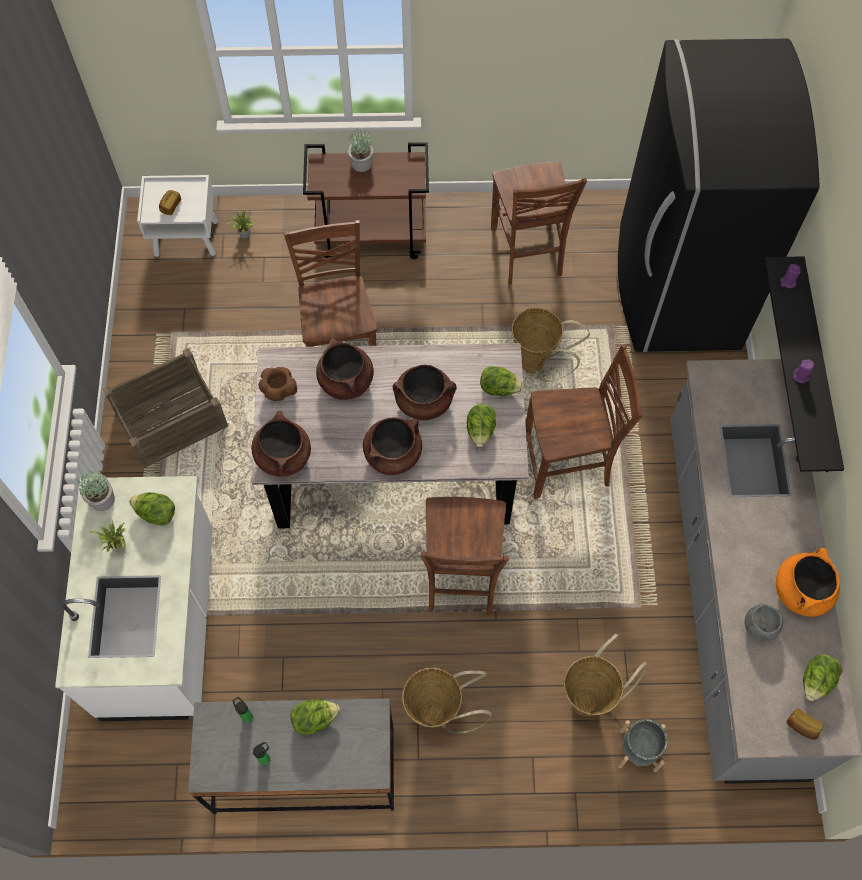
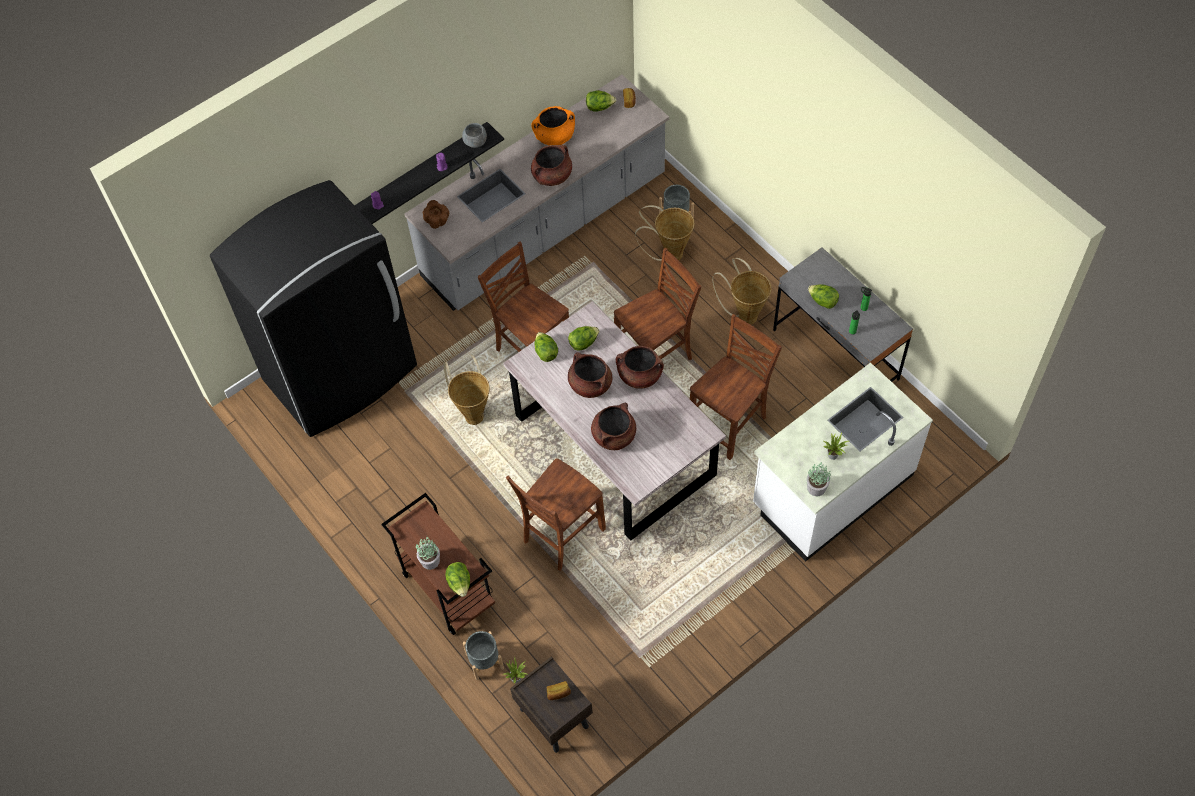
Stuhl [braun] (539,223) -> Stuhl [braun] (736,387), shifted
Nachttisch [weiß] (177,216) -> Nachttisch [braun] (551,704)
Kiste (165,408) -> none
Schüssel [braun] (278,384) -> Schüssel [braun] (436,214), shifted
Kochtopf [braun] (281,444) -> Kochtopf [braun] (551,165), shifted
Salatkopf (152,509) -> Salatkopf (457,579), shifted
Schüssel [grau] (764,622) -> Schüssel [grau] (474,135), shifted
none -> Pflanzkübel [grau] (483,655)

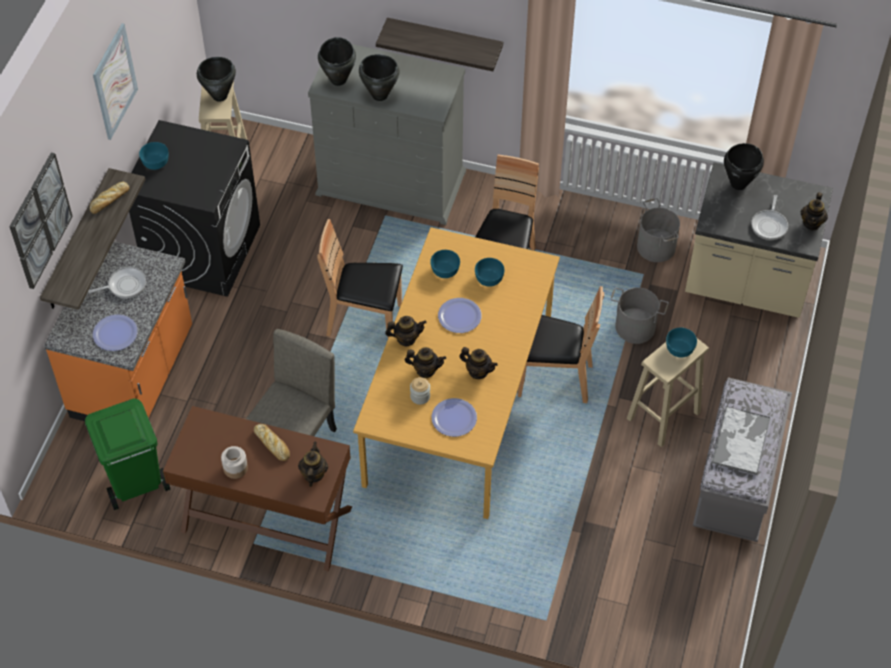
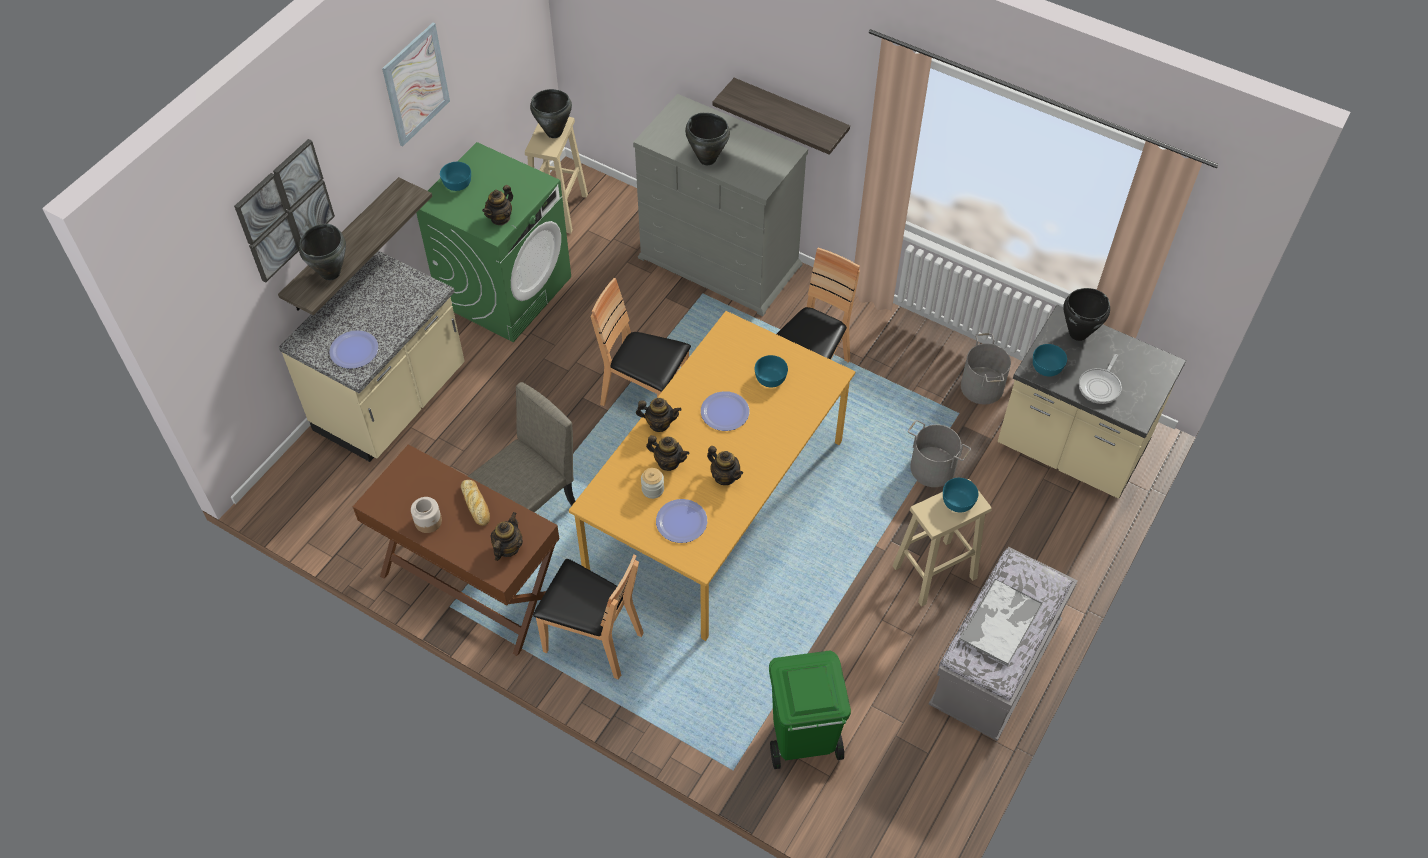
Kochtopf [schwarz] (337,61) -> Kochtopf [schwarz] (322,252), shifted
Waschmaschine [schwarz] (194,208) -> Waschmaschine [grün] (493,242)
Brot (109,198) -> none
Teekanne (814,211) -> Teekanne (497,205), shifted
Küchenzeile [orange] (118,331) -> Küchenzeile [beige] (372,356)
Schüssel [türkis] (445,264) -> Schüssel [türkis] (1050,360), shifted
Pfanne (117,282) -> none
Stuhl [braun] (561,344) -> Stuhl [braun] (588,616), shifted
Mülleimer [grün] (128,454) -> Mülleimer [grün] (810,709), shifted

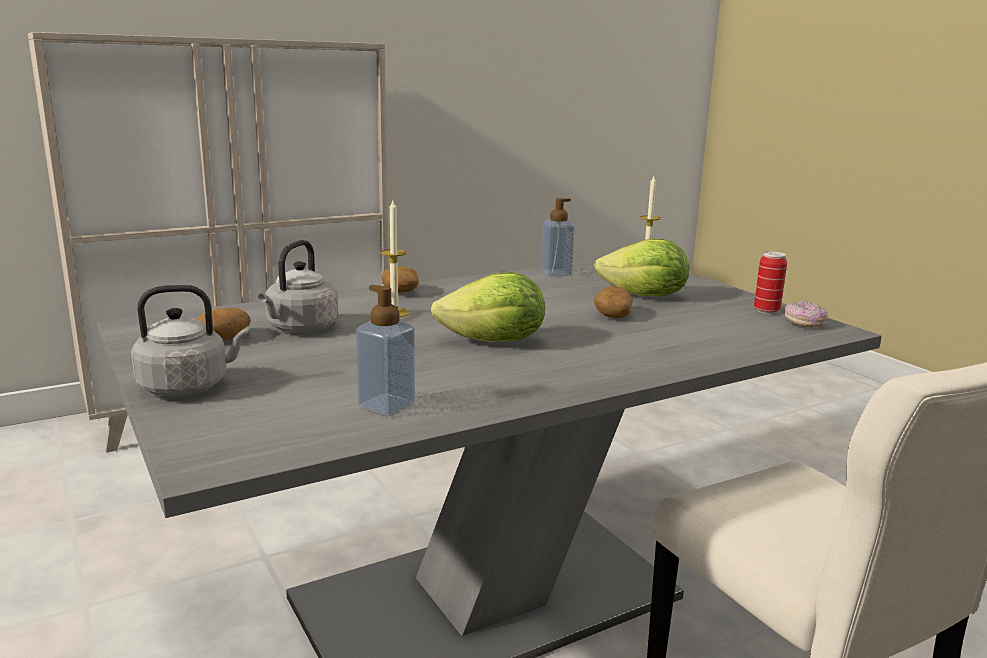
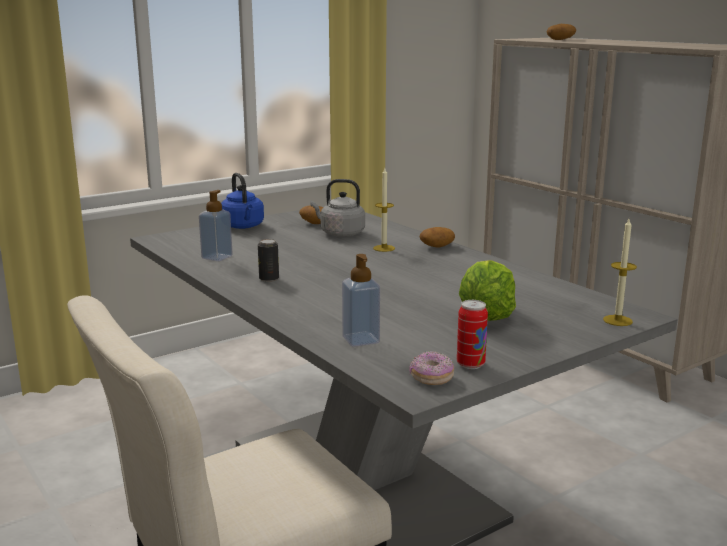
Seifenspender (558,237) -> Seifenspender (361,300), shifted
Salatkopf (488,307) -> none
Wasserkessel [grau] (190,340) -> Wasserkessel [blau] (242,201)
Kartoffel (613,302) -> Kartoffel (561,32), shifted
none -> Dose (268,260)

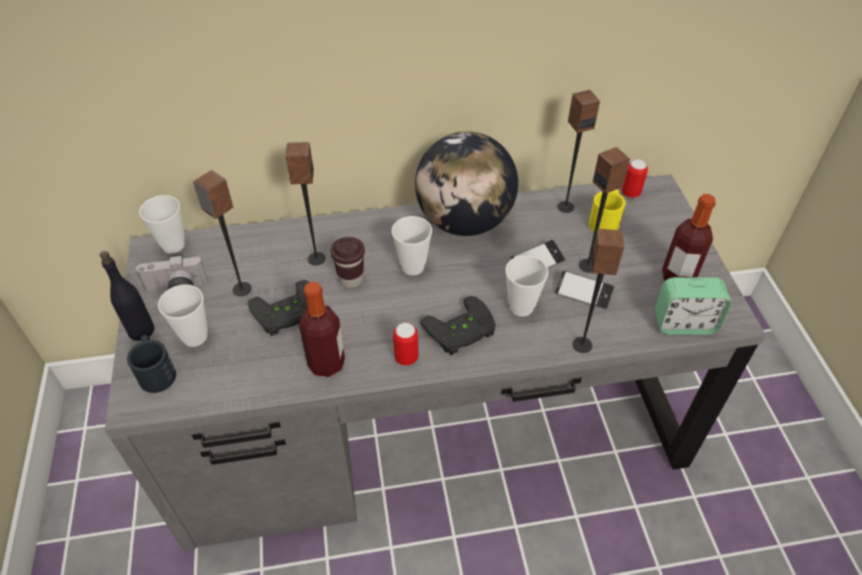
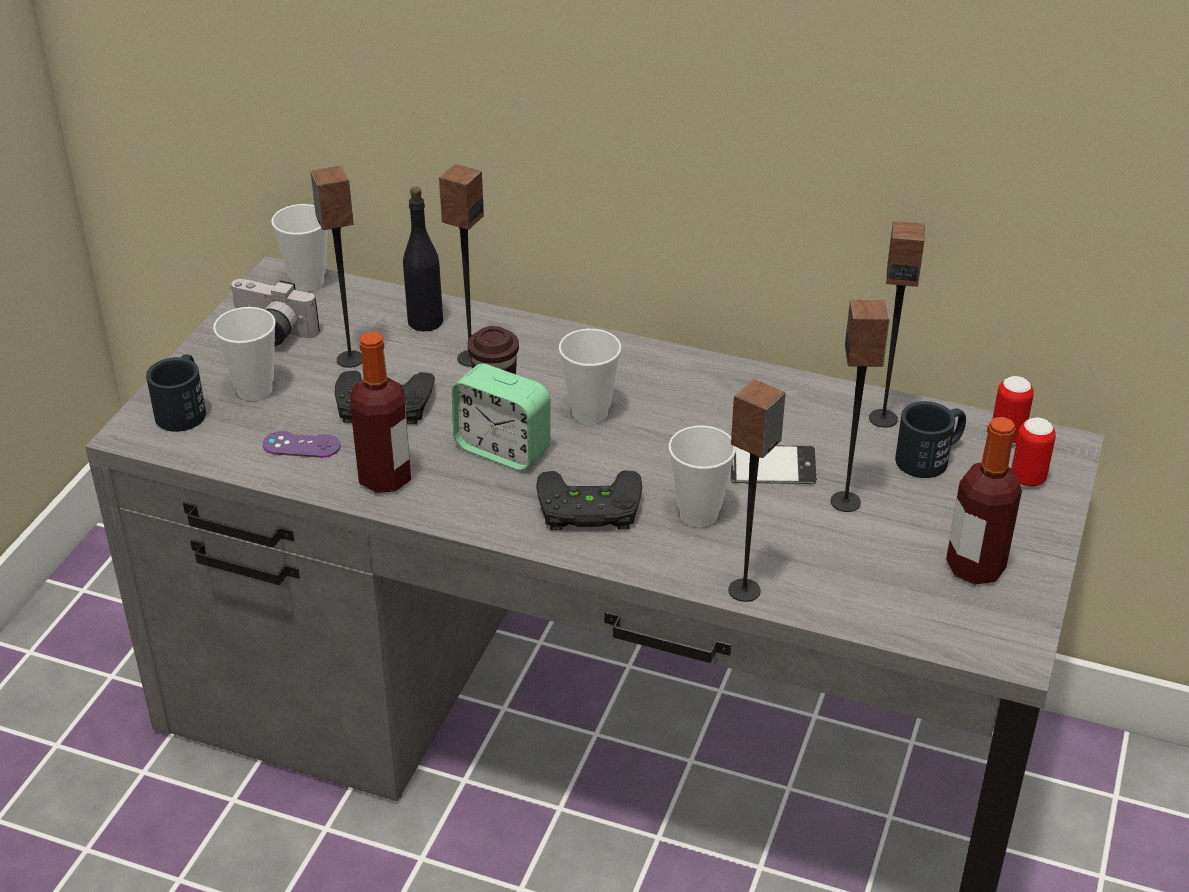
Globus (466,183) -> none
Henkelbecher [gelb] (607,210) -> Henkelbecher [schwarz] (930,439)
Flasche [schwarz] (127,296) -> Flasche [schwarz] (423,259), shifted
Handy (584,290) -> none
Wecker (693,306) -> Wecker (501,417), shifted
Dose (406,344) -> Dose (1033,452), shifted
none -> Gamepad [lila] (302,444)

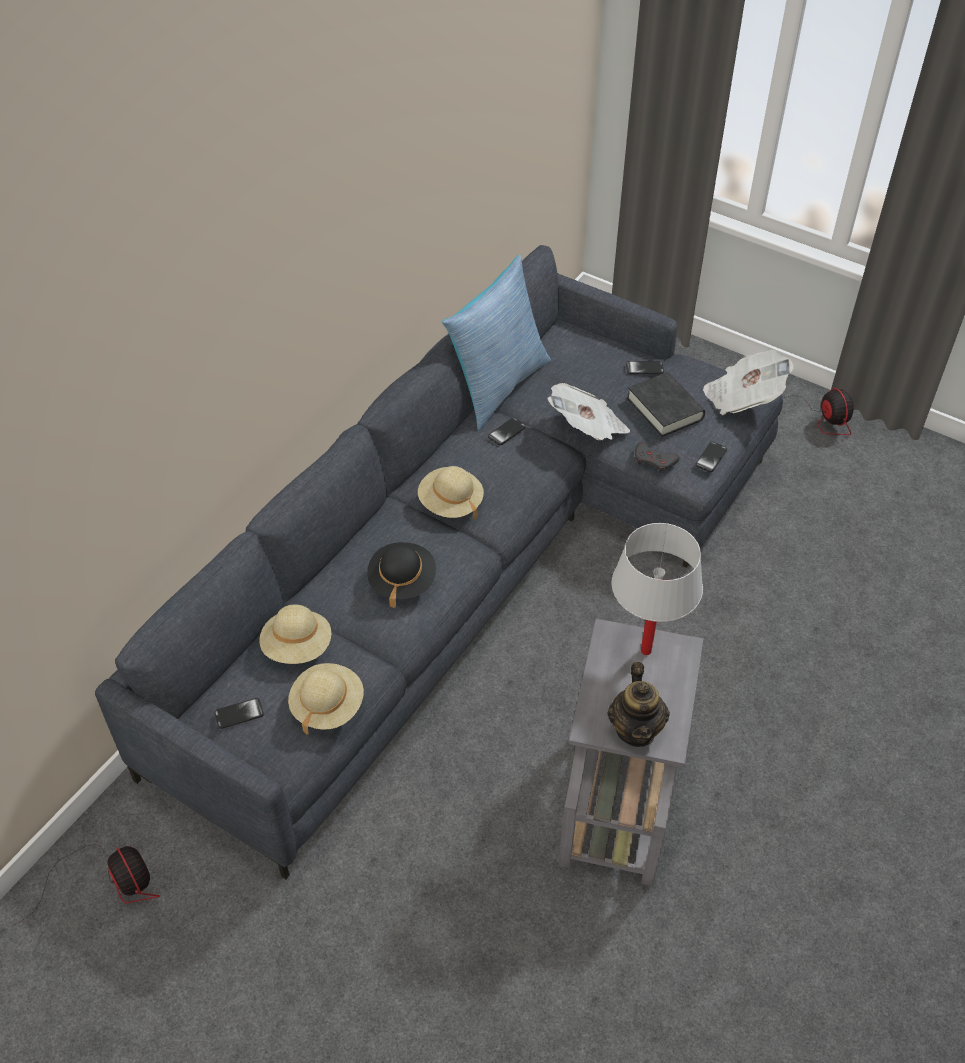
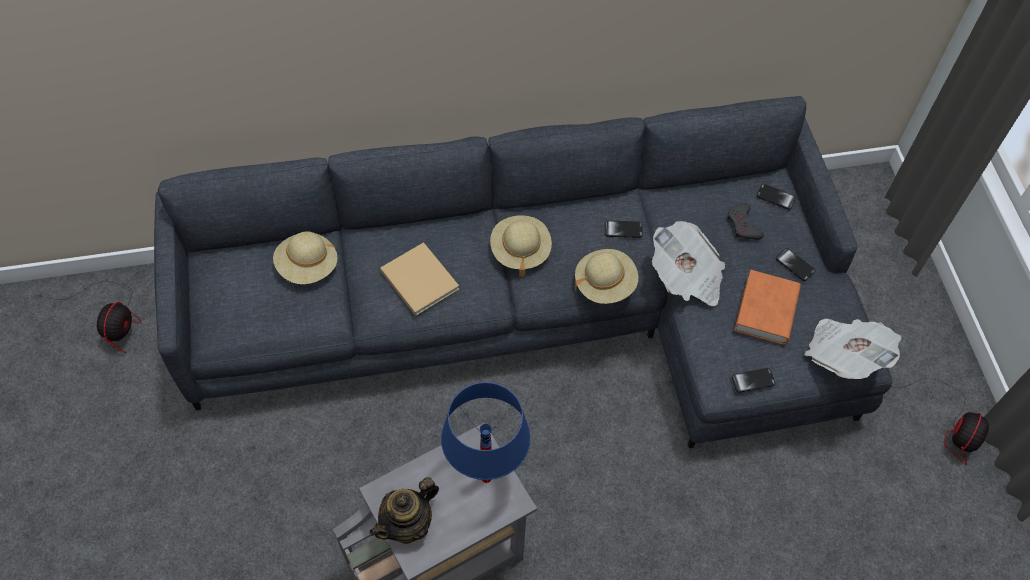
Kissen (496,343) -> none
Buch [schwarz] (666,404) -> Buch [orange] (767,307)
Gamepad [grau] (657,457) -> Gamepad [grau] (745,221), shifted
Tischlampe [weiß] (657,589) -> Tischlampe [blau] (486,432)
Hut [schwarz] (401,575) -> Buch [beige] (419,279)
Hut [beige] (326,698) -> Hut [beige] (606,276), shifted
Handy (239,713) -> Handy (776,197), shifted

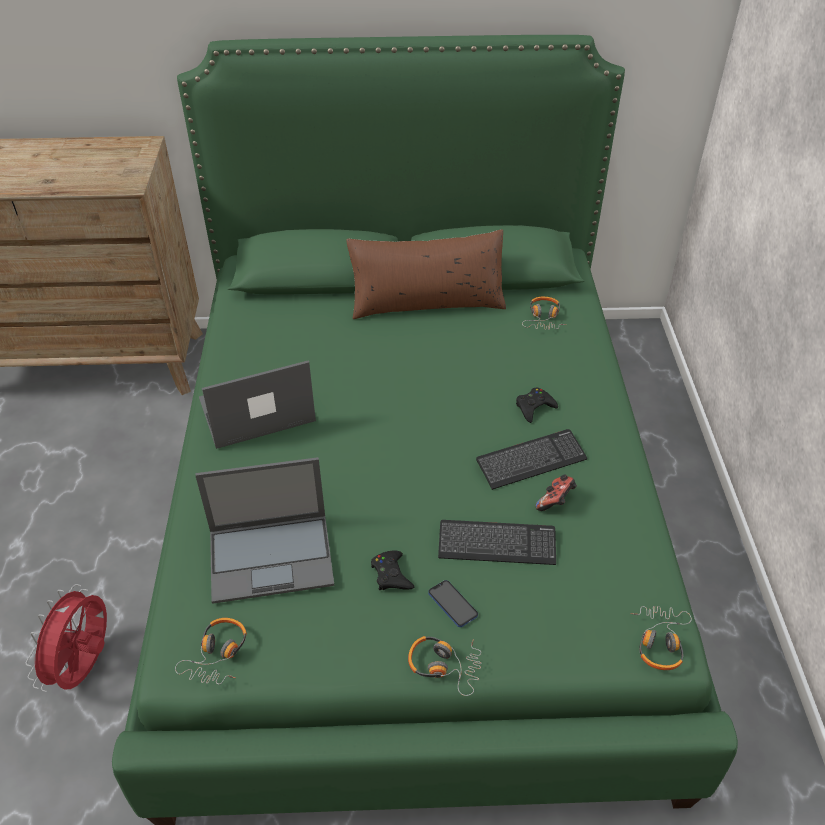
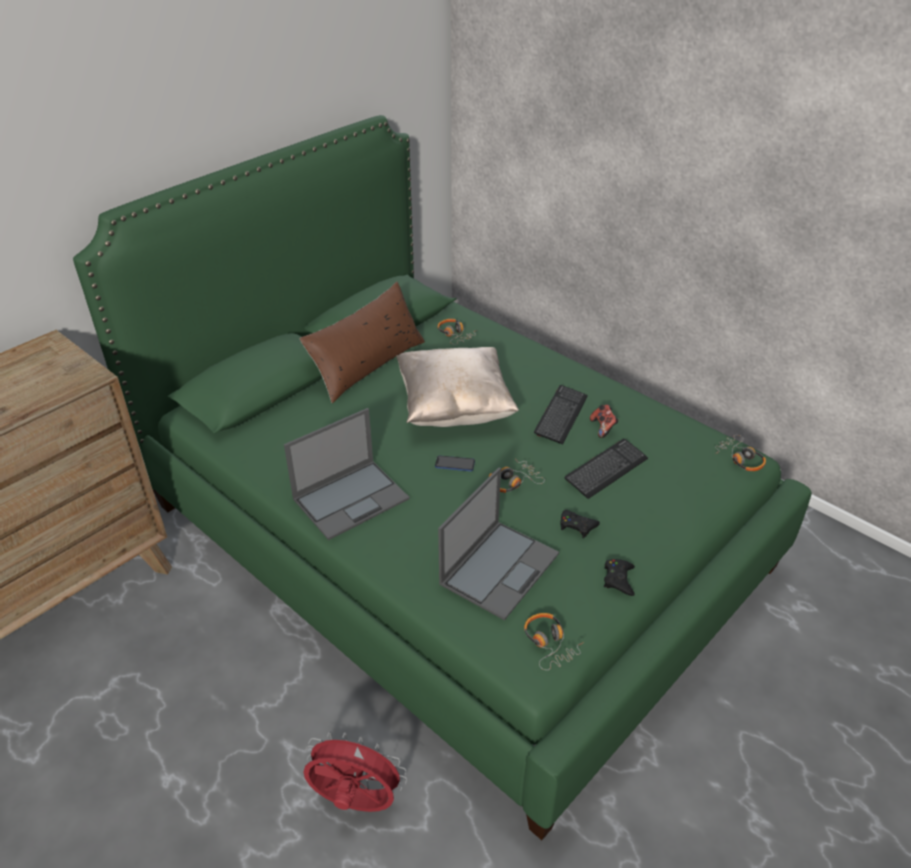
Laptop (257,404) -> Laptop (347,474), 150 degrees counterclockwise
Gamepad [schwarz] (537,405) -> Gamepad [schwarz] (619,577), shifted
Handy (453,603) -> Handy (455,463), shifted
Ventilator [rot] (66,638) -> Ventilator [rot] (355,771), 135 degrees clockwise
Kopfhörer (444,666) -> Kopfhörer (517,476), shifted
none -> Kissen [beige] (457,387)

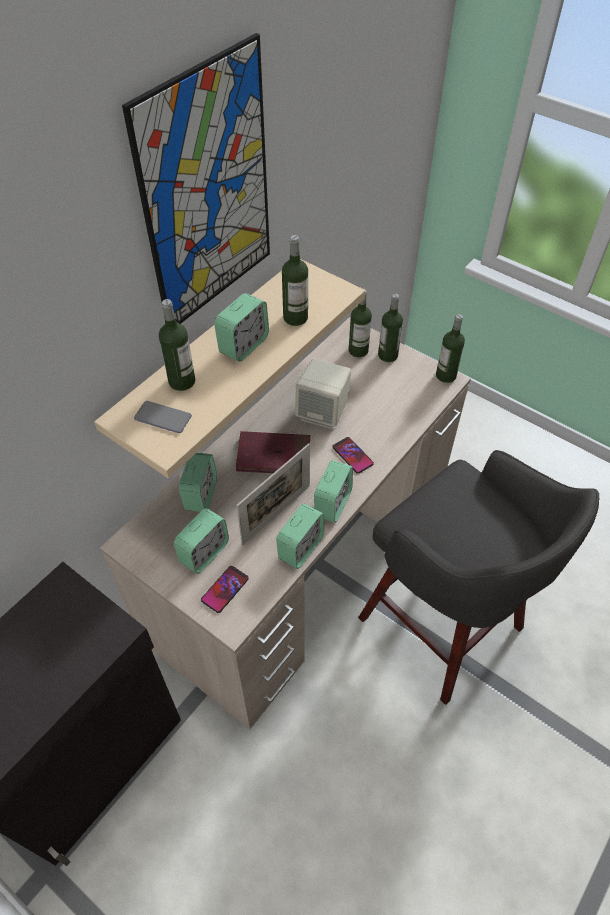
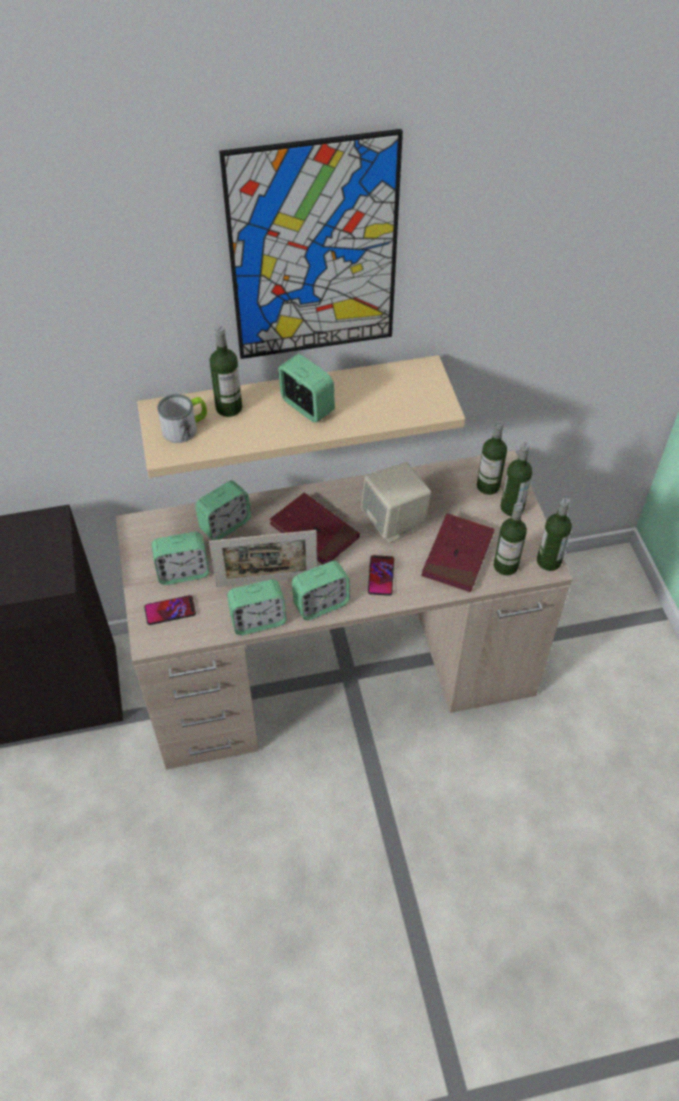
Flasche (295,280) -> Flasche (510,538), shifted
Wecker (241,327) -> Wecker (306,388), 120 degrees counterclockwise
Handy (163,417) -> Henkelbecher (182,418)
Hocker [grau] (478,577) -> none
none -> Buch [rot] (457,552)

